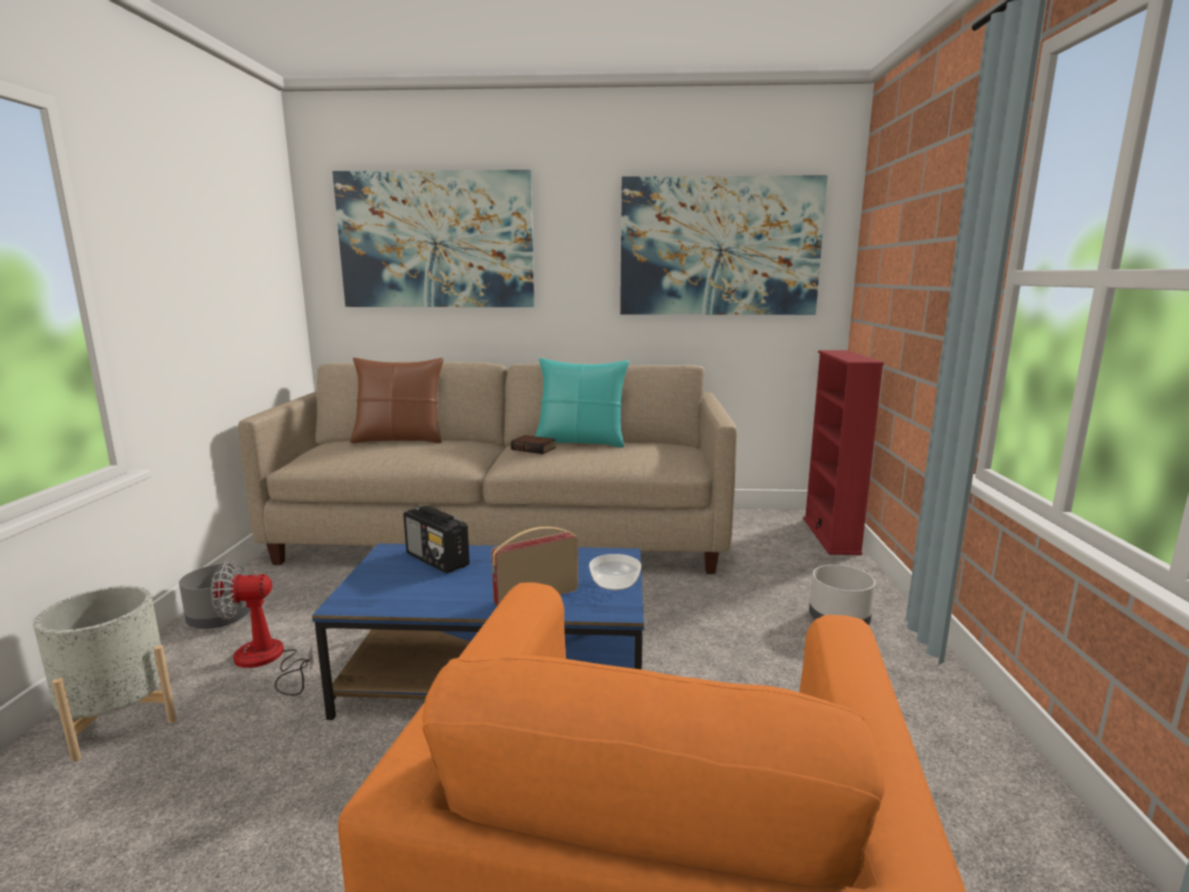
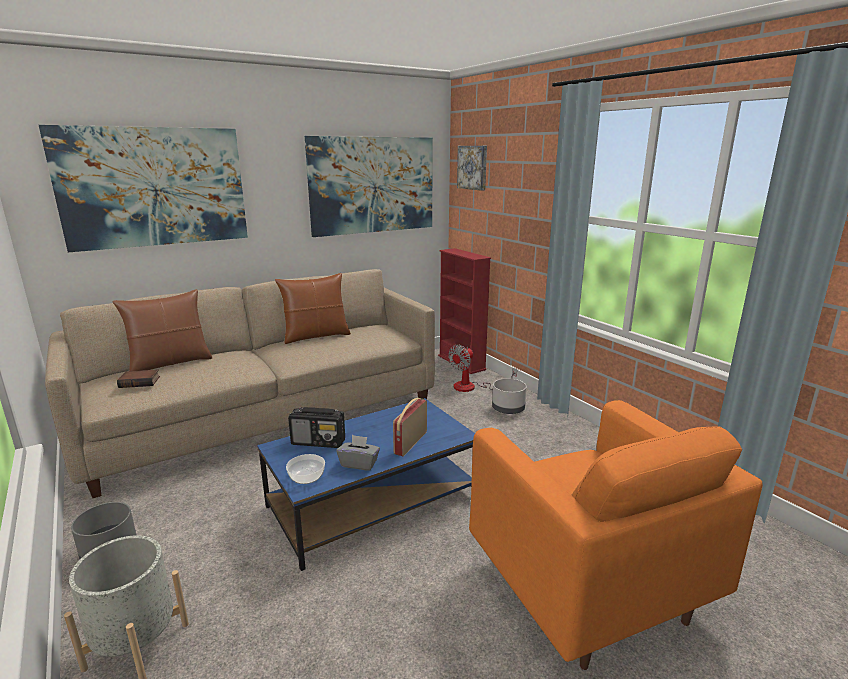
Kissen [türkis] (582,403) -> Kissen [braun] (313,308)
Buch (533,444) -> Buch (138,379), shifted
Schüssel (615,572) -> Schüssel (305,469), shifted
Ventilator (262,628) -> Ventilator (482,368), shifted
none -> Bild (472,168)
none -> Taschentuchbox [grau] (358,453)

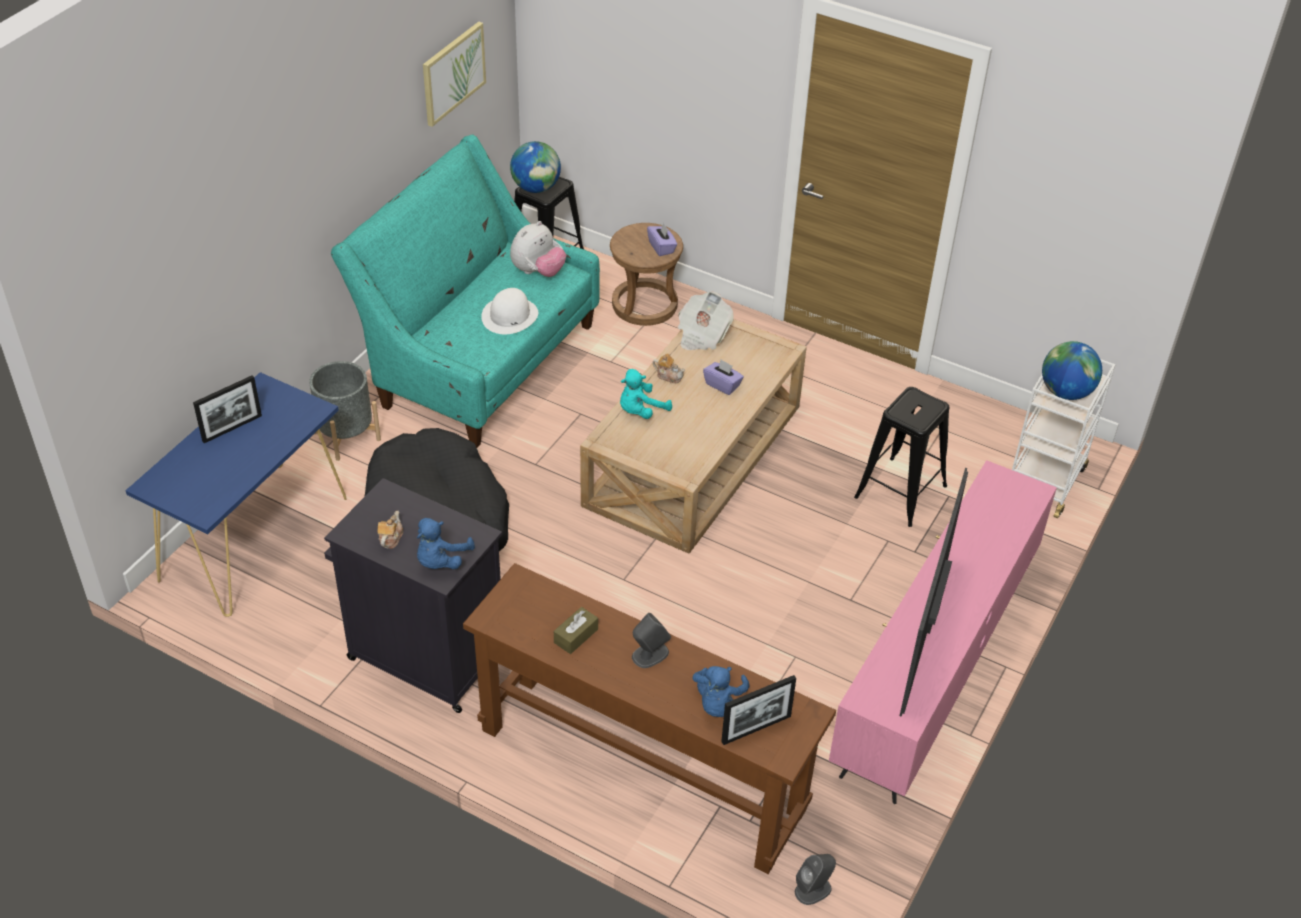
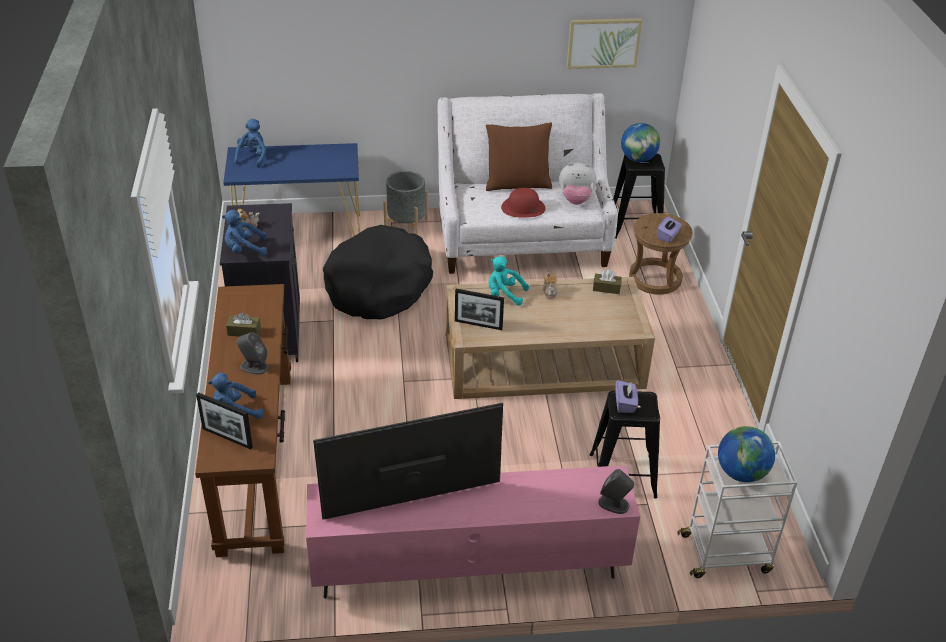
Sofa [türkis] (465,291) -> Sofa [weiß] (527,183)
Hut [weiß] (509,311) -> Hut [rot] (523,203)
Zeitung (706,320) -> Taschentuchbox [braun] (607,281)
Taschentuchbox [lila] (723,377) -> Taschentuchbox [lila] (626,396), shifted
Bilderrahmen (227,409) -> Bilderrahmen (479,309), shifted
Lautsprecher [grau] (815,879) -> Lautsprecher [grau] (616,491), shifted
none -> Plüschtier [blau] (250,143)
none -> Kissen [braun] (519,156)

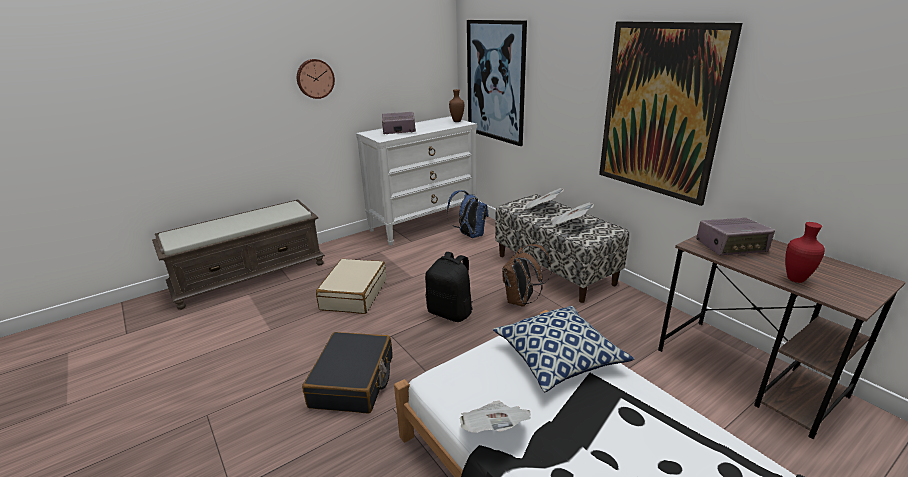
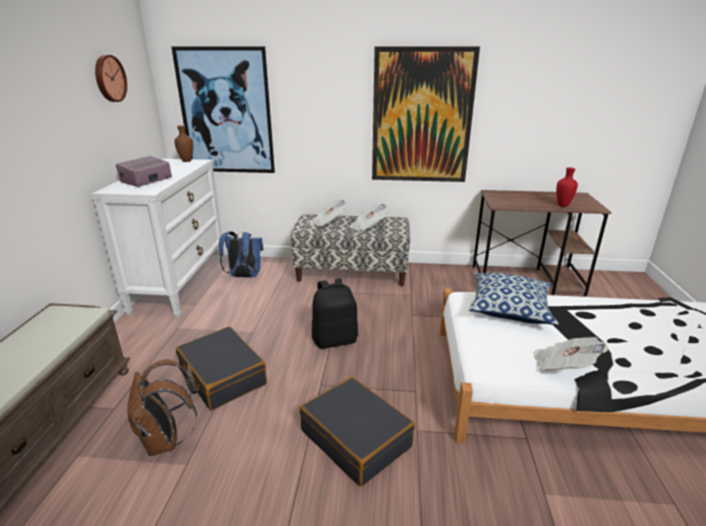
Wanduhr (316,79) -> Wanduhr (111,78), shifted
Radio (735,237) -> none
Rucksack [braun] (527,275) -> Rucksack [braun] (162,407), shifted
Koffer [beige] (351,286) -> Koffer [schwarz] (221,368)

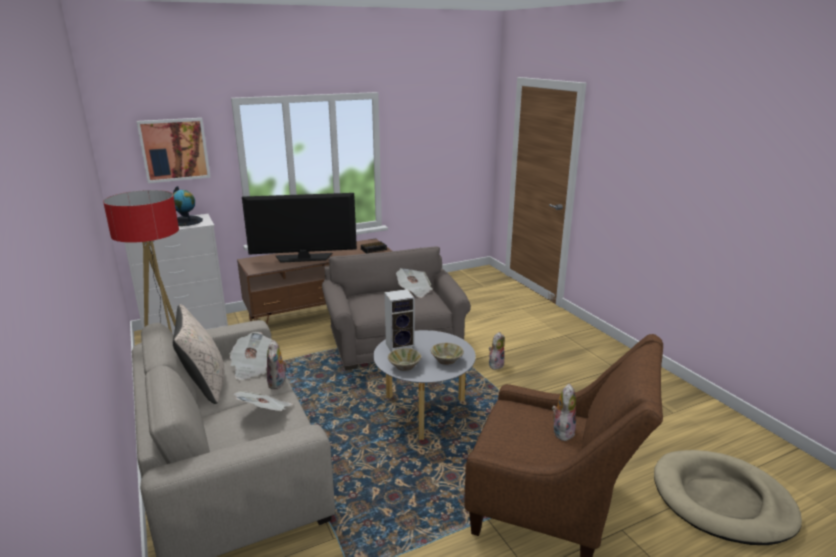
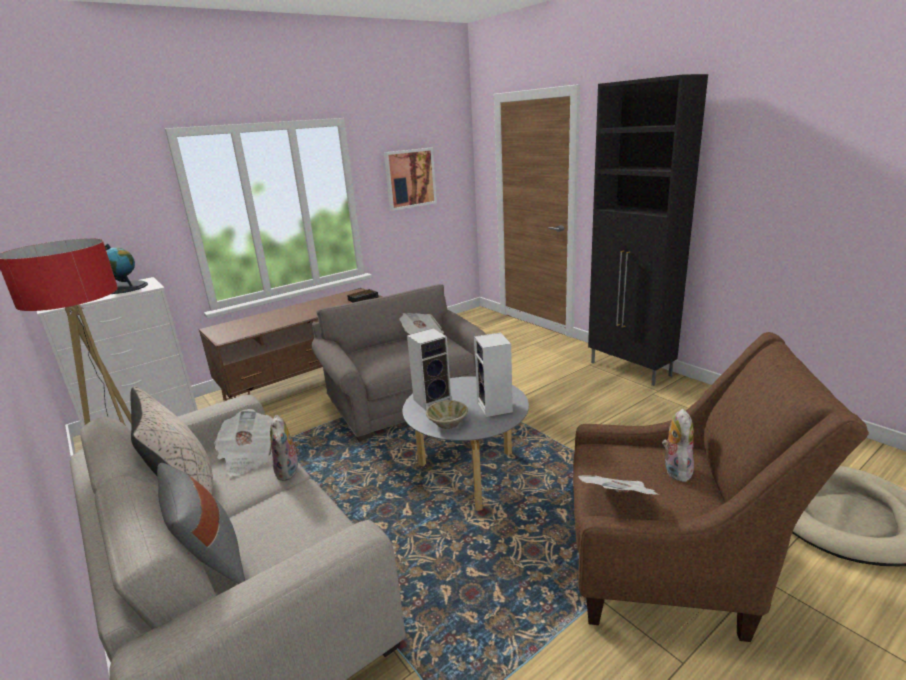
Bild (174,150) -> Bild (410,179), shifted
Fernseher (299,228) -> none
Plüschtier (497,351) -> none
Schüssel [beige] (447,354) -> Lautsprecher (493,375)
Zeitung (263,401) -> Zeitung (619,485), shifted
none -> Schrank [schwarz] (648,230)
none -> Kissen [grau] (201,523)

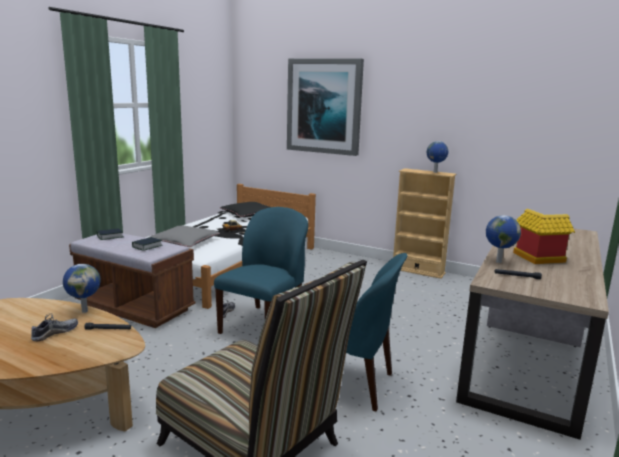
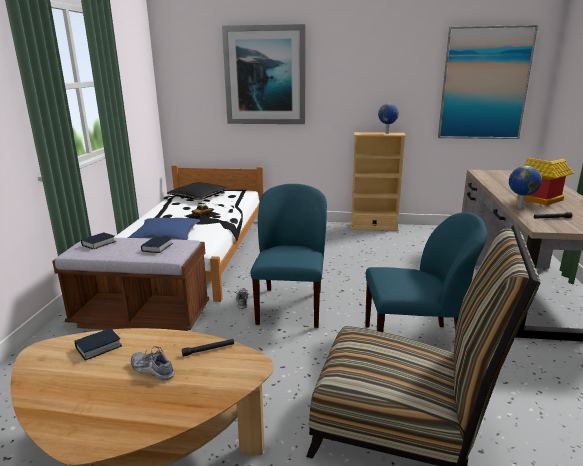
Kissen [grau] (184,236) -> Kissen [blau] (164,229)
Globus (81,288) -> none
Schuh (54,327) -> Schuh (153,363), 75 degrees counterclockwise
none -> Bild (488,82)
none -> Buch (98,344)

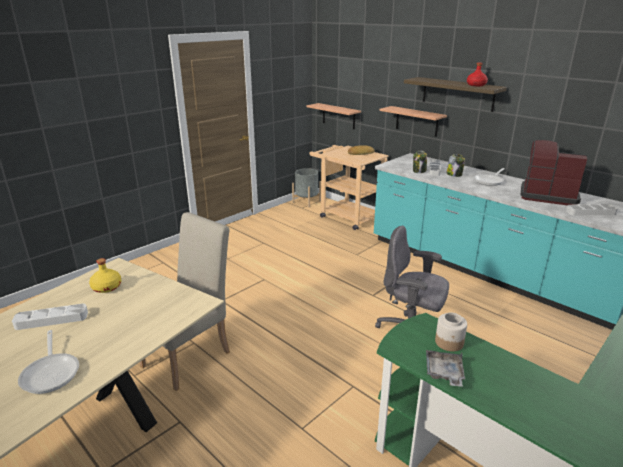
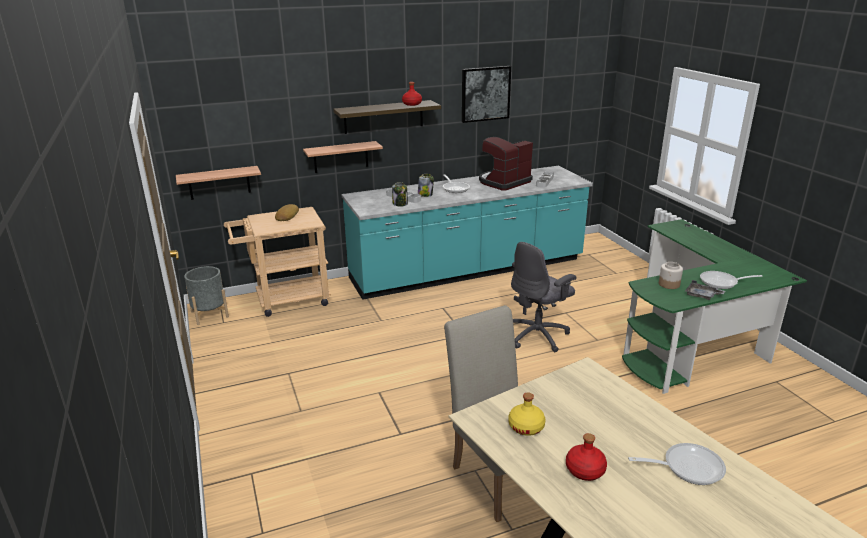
Tablett [weiß] (50,317) -> Flasche [rot] (586,457)
none -> Bild (486,94)
none -> Pfanne (731,280)

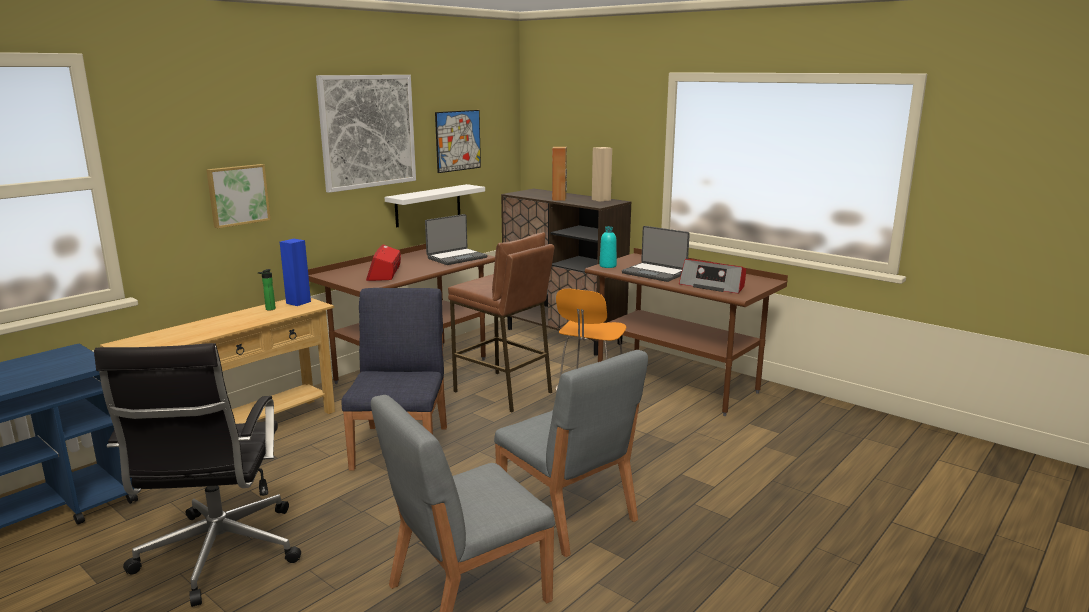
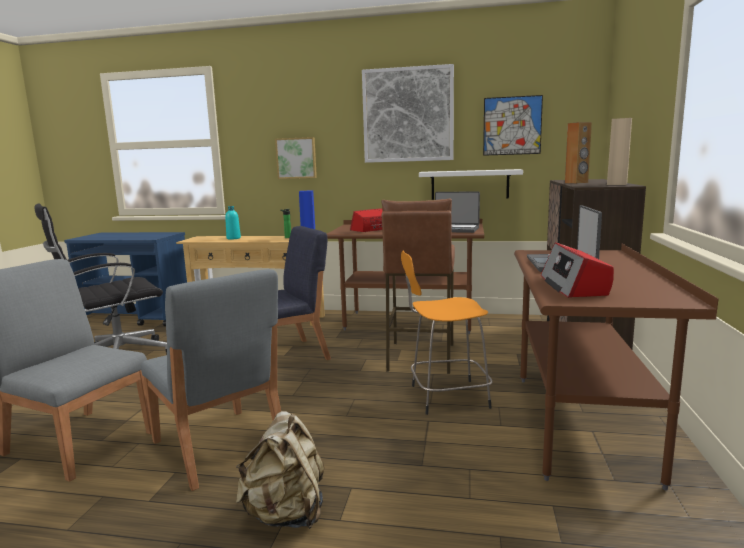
Flasche [türkis] (608,247) -> Flasche [türkis] (233,222), shifted
Stuhl [grau] (571,453) -> Stuhl [grau] (211,380), 60 degrees counterclockwise
none -> Rucksack [beige] (280,470)

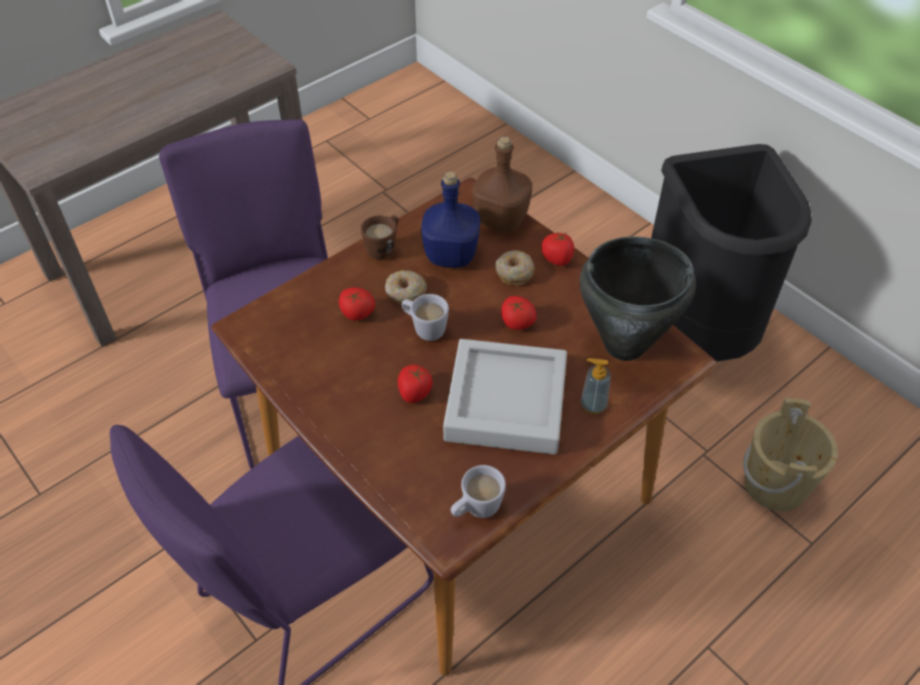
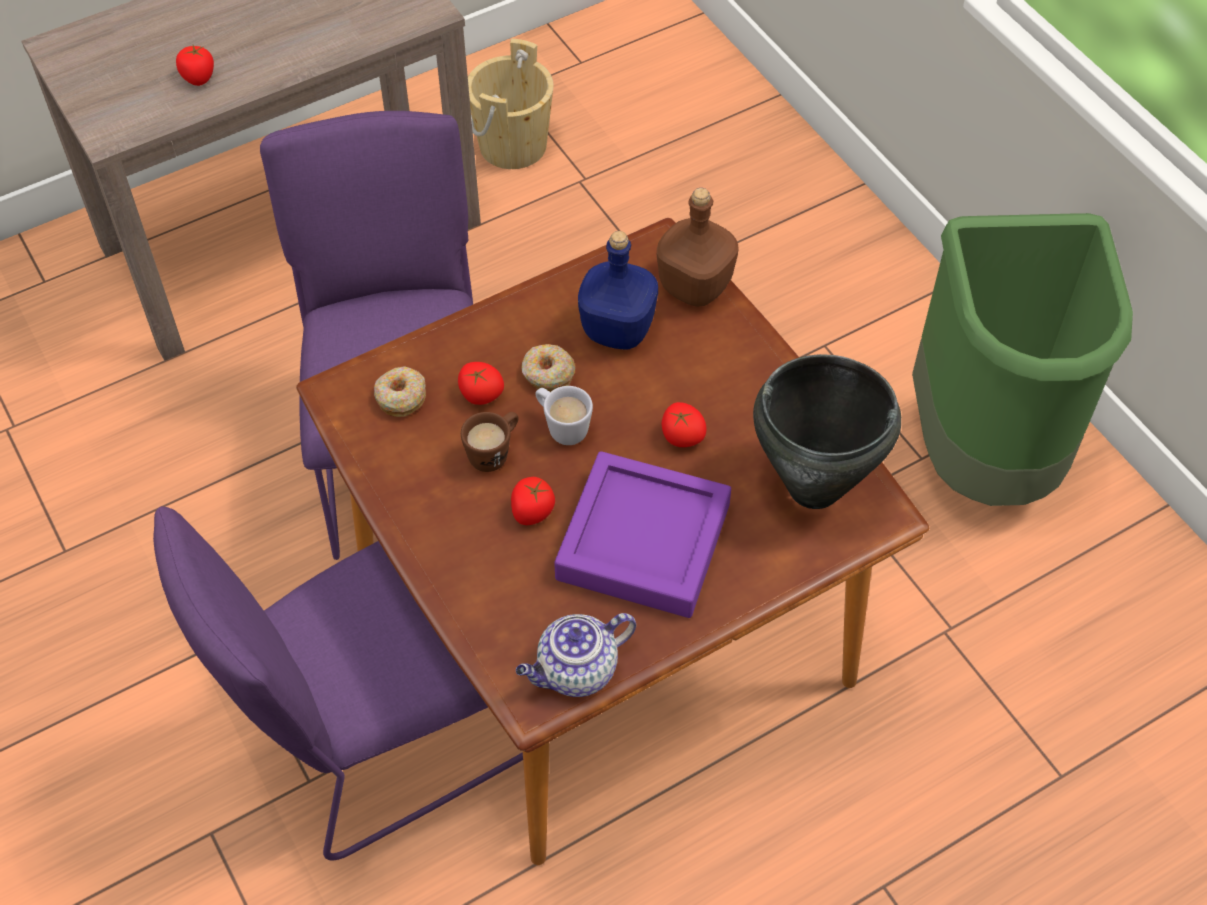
Mülleimer [schwarz] (731,253) -> Mülleimer [grün] (1022,359)
Henkelbecher [braun] (380,237) -> Henkelbecher [braun] (489,442), shifted
Tomate (557,249) -> Tomate (195,65), shifted
Donut (515,268) -> Donut (400,391), shifted
Tablett [grau] (505,397) -> Tablett [lila] (642,534)
Seifenspender (595,386) -> none
Eimer [beige] (790,454) -> Eimer [beige] (511,104), shifted
Henkelbecher [weiß] (478,491) -> Teekanne (576,655)

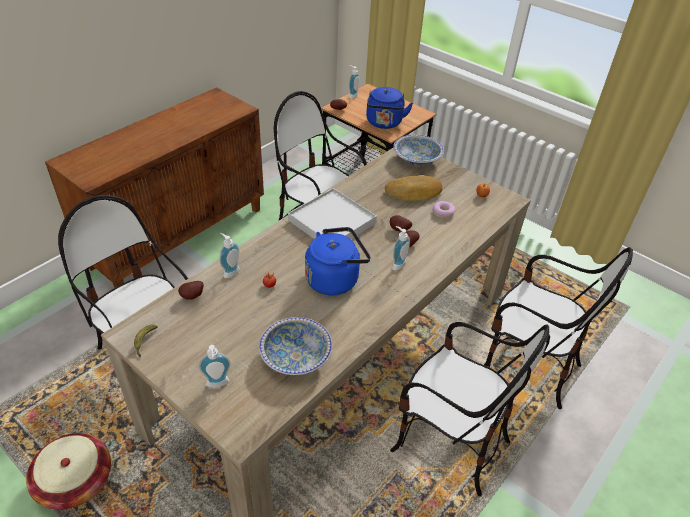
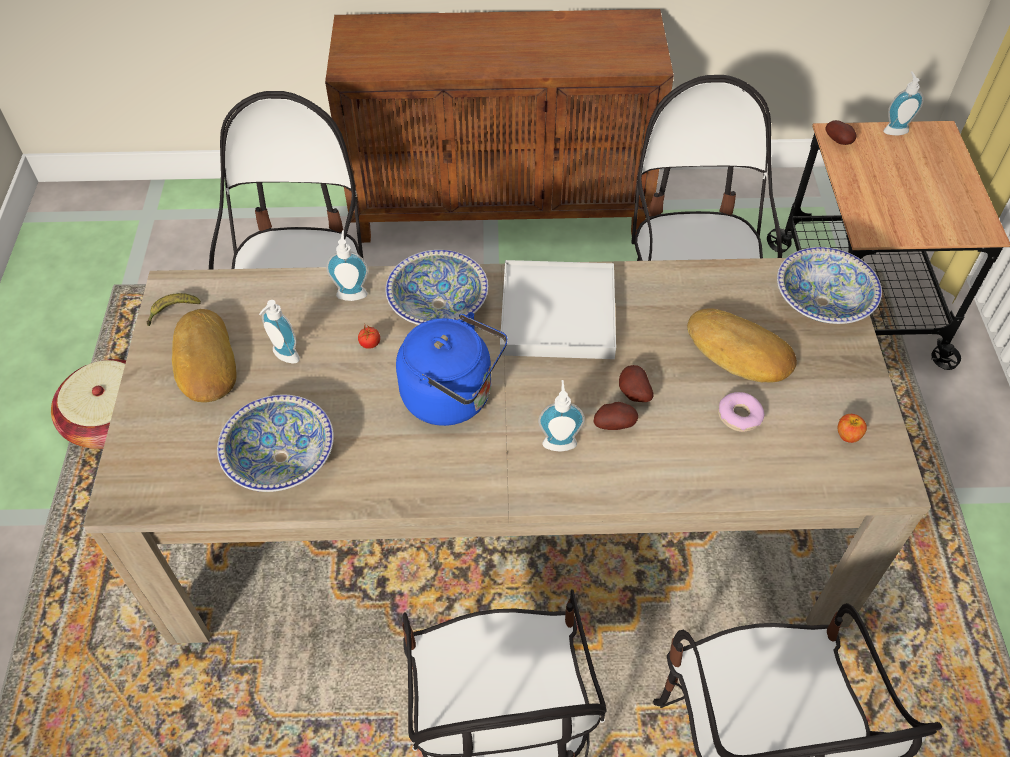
Wasserkessel [blau] (389,108) -> none
Kartoffel (191,290) -> none
Seifenspender (215,366) -> Seifenspender (279,331), shifted
none -> Schüssel (437,287)
none -> Brot (204,355)

